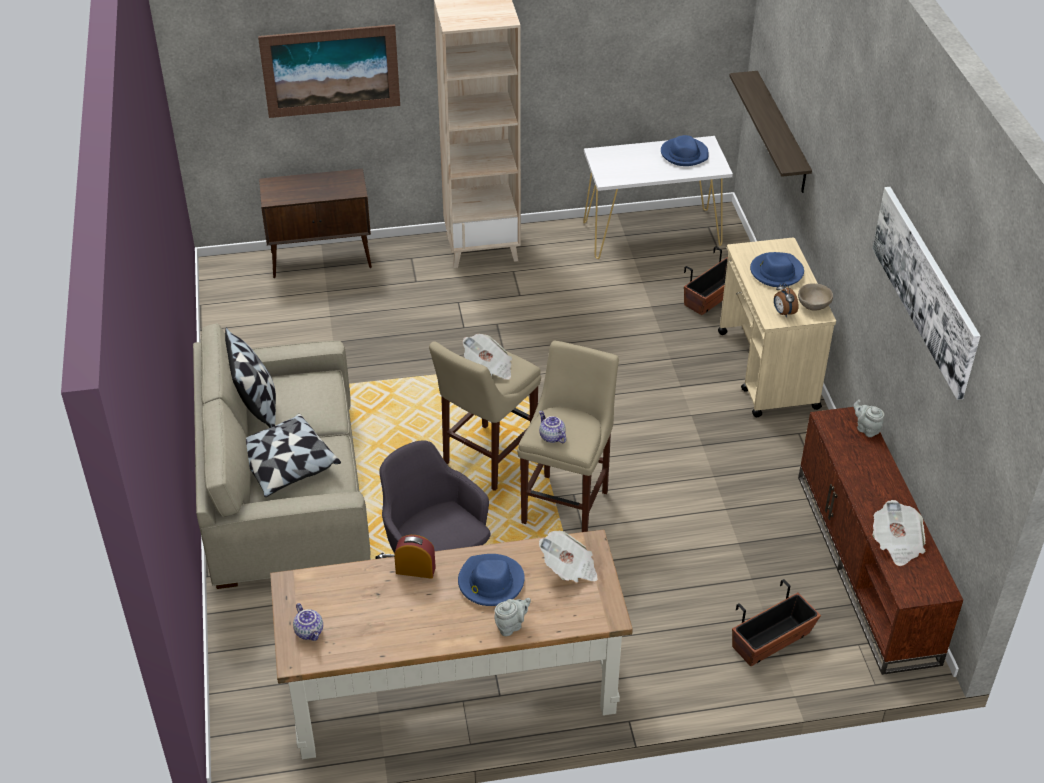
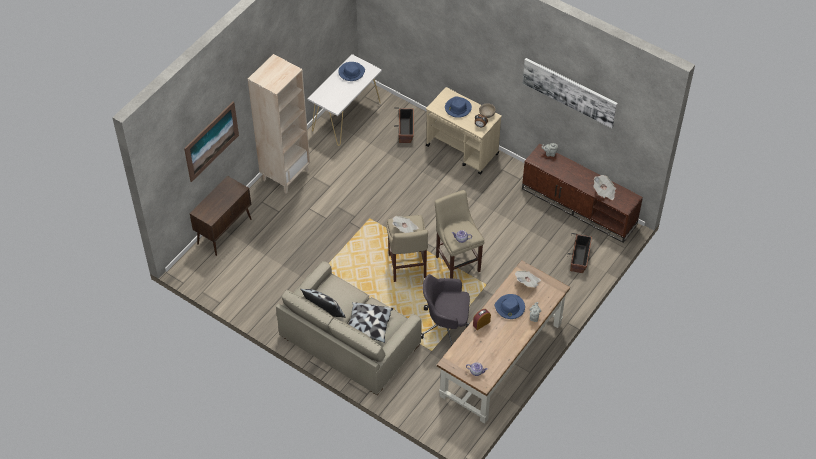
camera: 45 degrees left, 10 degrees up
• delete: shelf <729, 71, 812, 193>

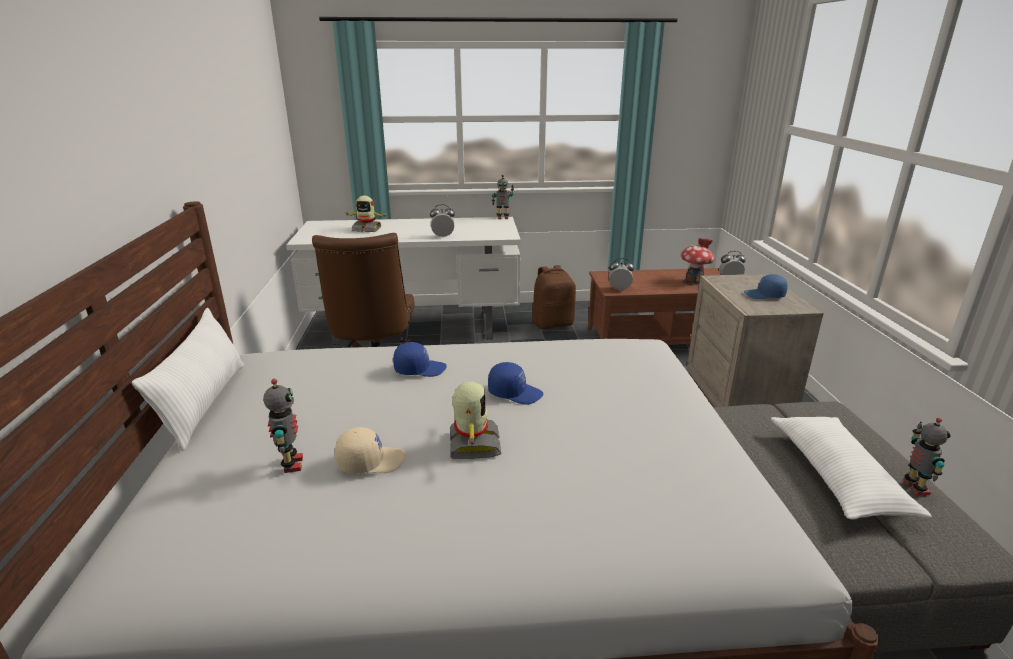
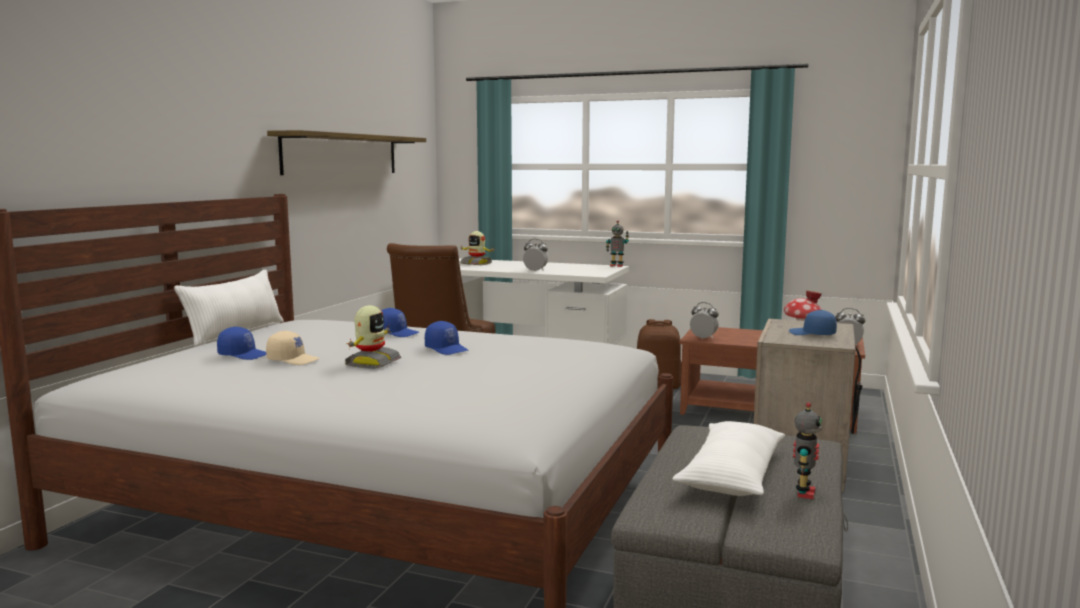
camera: 25 degrees right, 15 degrees down
• insert: shelf <267, 130, 426, 175>
• replace: toy robot <263, 379, 303, 473> to blue cap <217, 326, 266, 360>

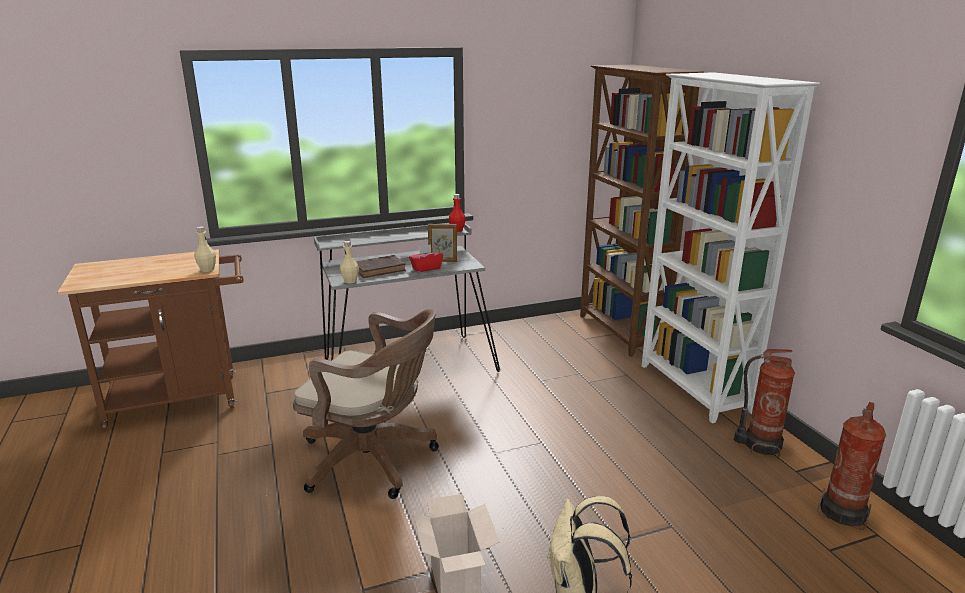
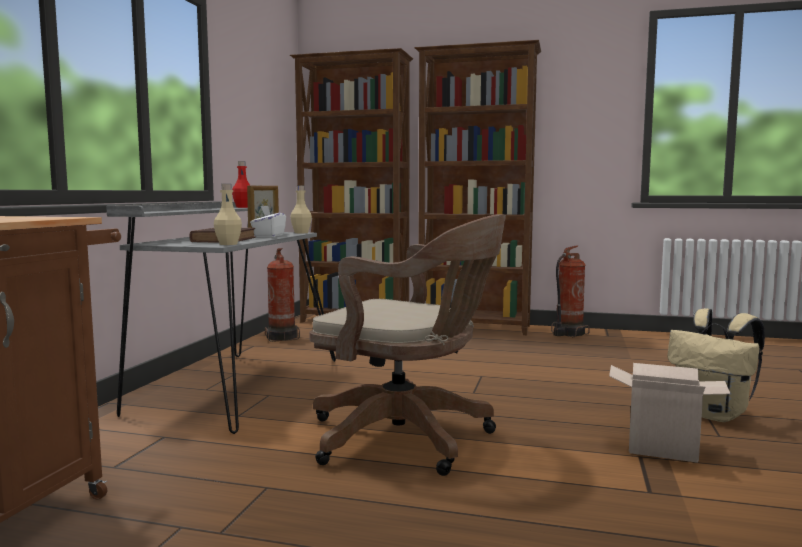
camera: 55 degrees left, 15 degrees down
• move: beige bottle <194, 227, 216, 272> to <290, 186, 312, 233>
• move: fire extinguisher <817, 402, 886, 530> to <265, 248, 300, 342>
• recolor: red tissue box <409, 244, 443, 272> to white tissue box <250, 206, 286, 237>
• recolor: white bookcase <642, 72, 820, 423> to brown bookcase <414, 40, 541, 335>
• rotate: brown office chair <293, 309, 439, 499> = <309, 214, 506, 476> 60 degrees clockwise

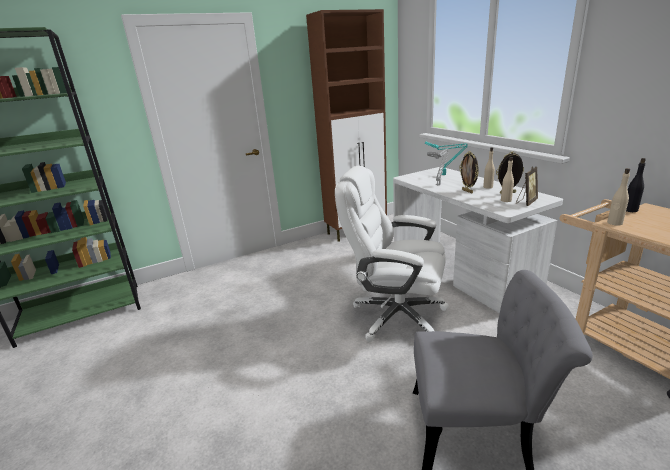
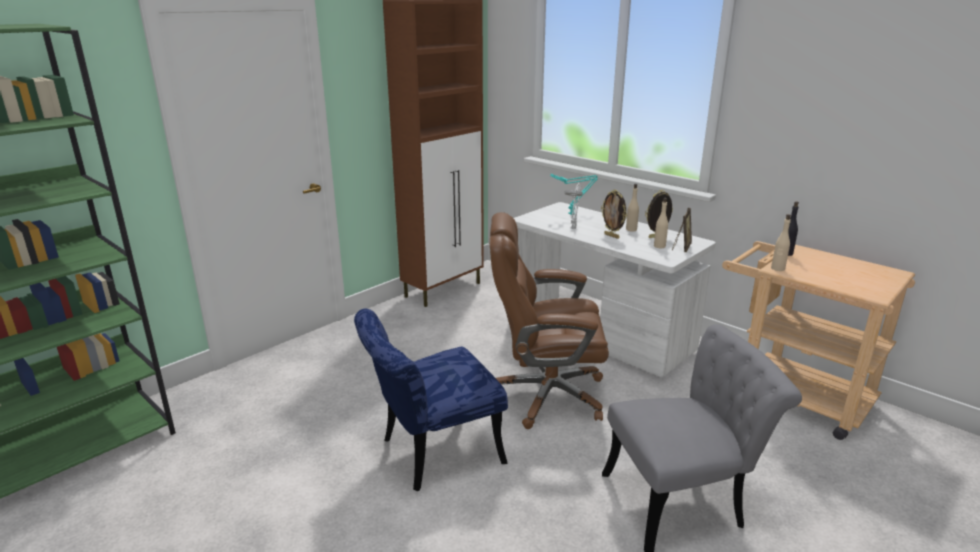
camera: 20 degrees left, 0 degrees up
• insert: blue chair <354, 309, 508, 491>
• recolor: white office chair <335, 166, 449, 342> to brown office chair <490, 212, 609, 429>

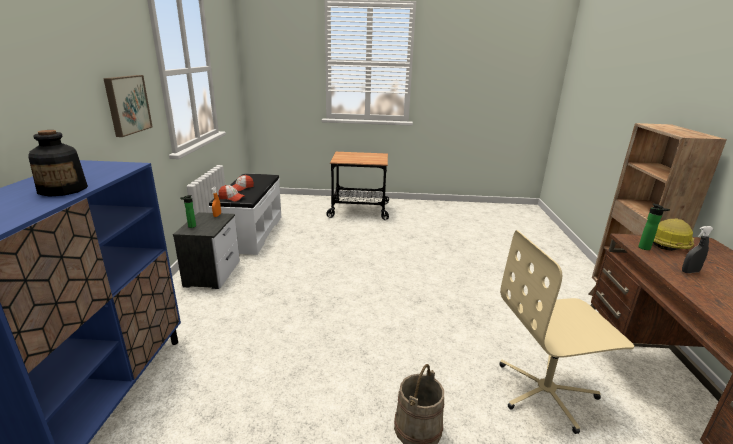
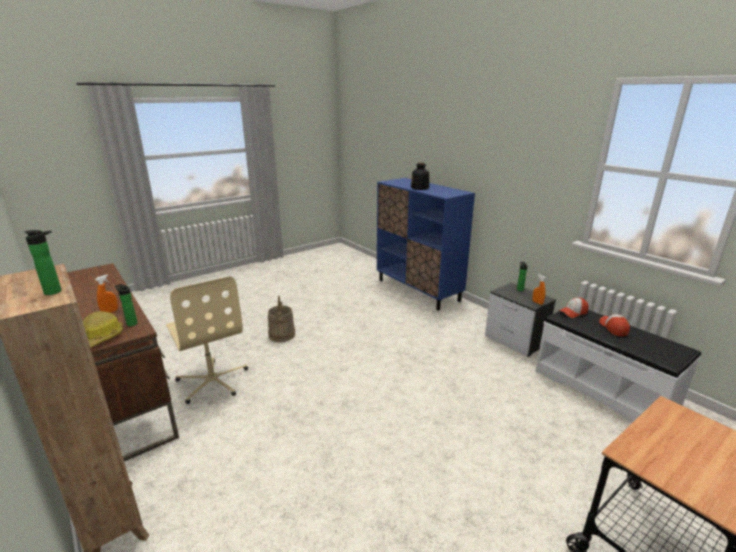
camera: 140 degrees right, 0 degrees up
• delete: picture <103, 75, 153, 137>
• insert: bottle <24, 230, 62, 295>
• recolor: grey spray bottle <682, 226, 714, 273> to orange spray bottle <95, 274, 118, 313>
• rotate: beige office chair <499, 230, 634, 434> = <166, 276, 248, 404> 105 degrees clockwise

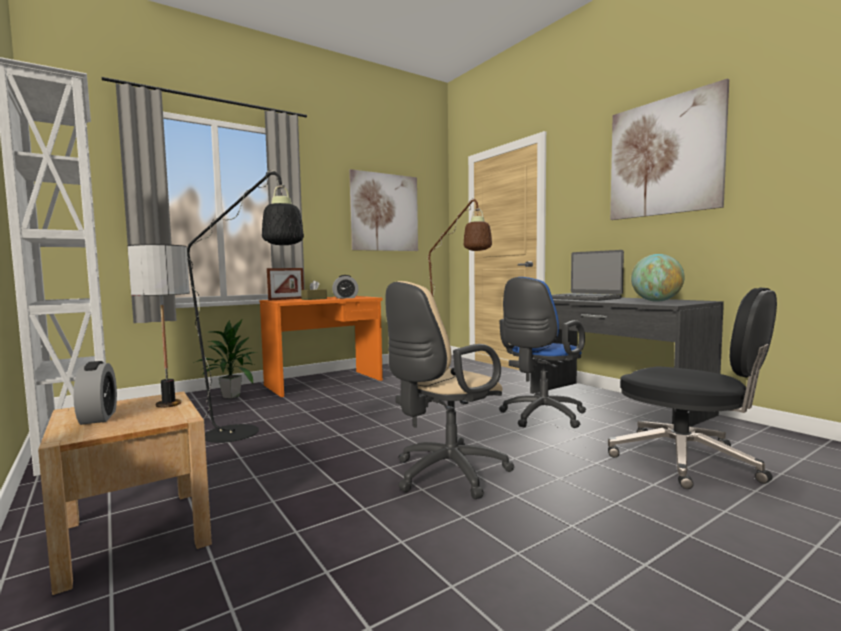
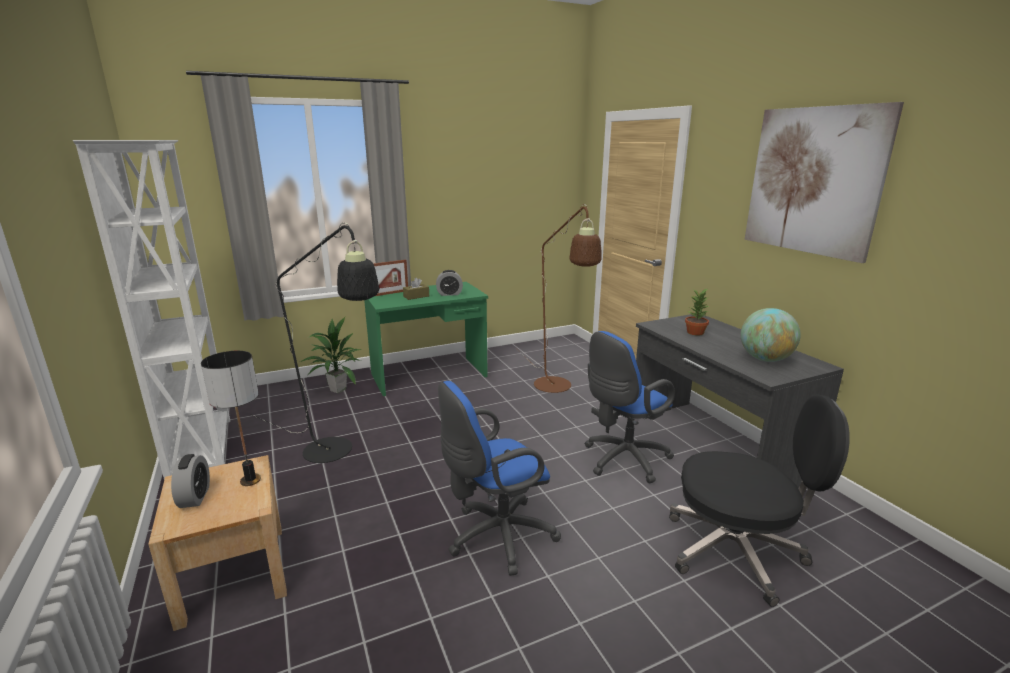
camera: 10 degrees right, 15 degrees up
• delete: picture <349, 169, 418, 251>
• replace: laptop <552, 250, 624, 301> to potted plant <685, 288, 709, 335>
• recolor: orange desk <260, 296, 383, 397> to green desk <364, 282, 488, 396>
• recolor: beige office chair <385, 281, 514, 499> to blue office chair <438, 381, 561, 576>
• rotate: black office chair <608, 287, 777, 489> = <669, 394, 850, 607> 45 degrees counterclockwise

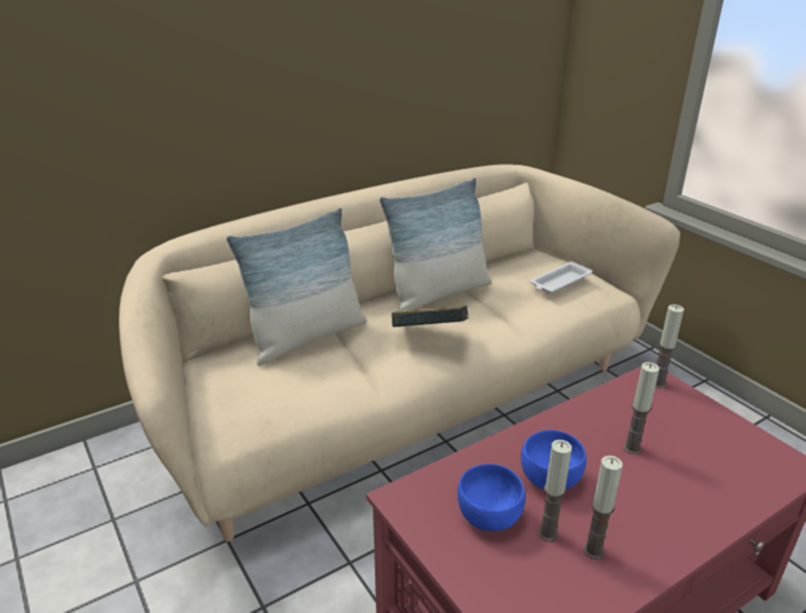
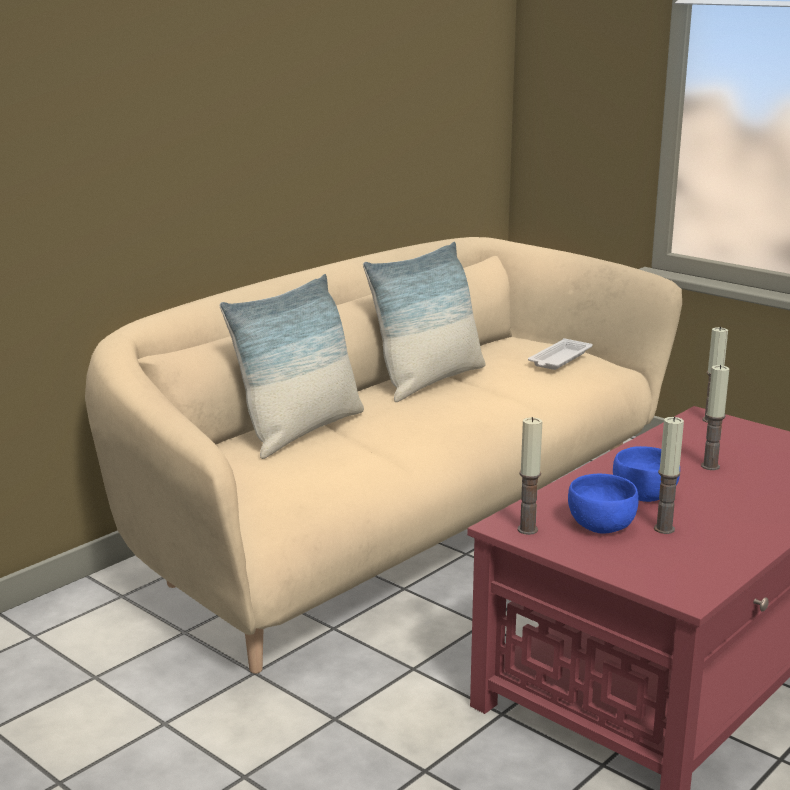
camera: 15 degrees left, 10 degrees down
• delete: book <391, 306, 469, 327>
• move: candle <583, 455, 623, 559> to <518, 417, 542, 535>

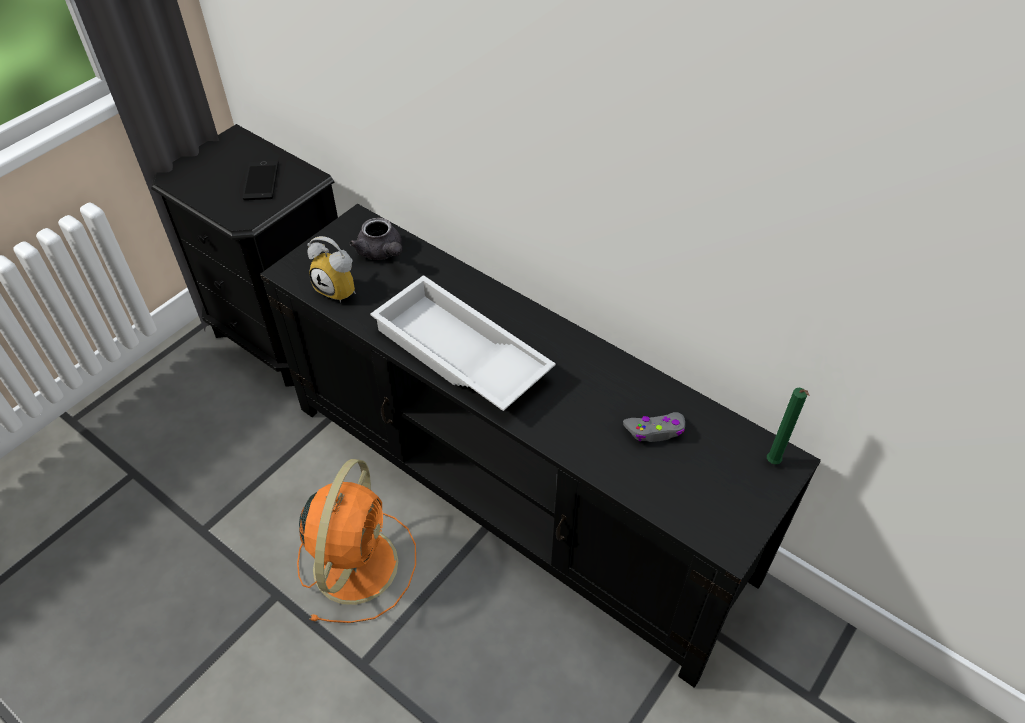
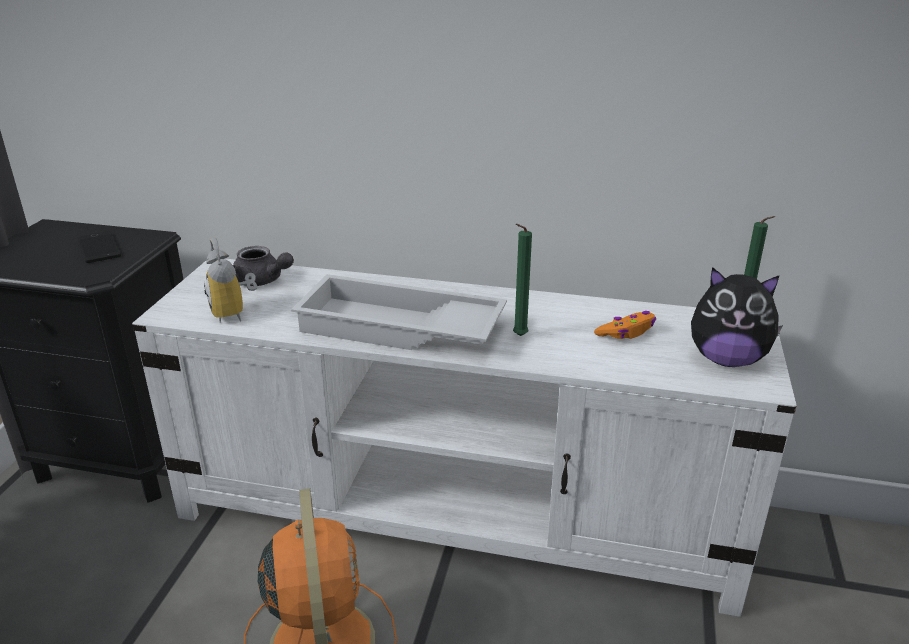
camera: 25 degrees left, 20 degrees down
• insert: green candle <513, 224, 532, 336>
• insert: plush toy <691, 267, 783, 367>
• recolor: black tv stand <260, 204, 821, 688> to white tv stand <132, 259, 797, 617>
• recolor: grey game controller <623, 412, 685, 442> to orange game controller <594, 311, 656, 339>
• rotate: alarm clock <307, 236, 356, 303> = <204, 238, 257, 323> 60 degrees clockwise

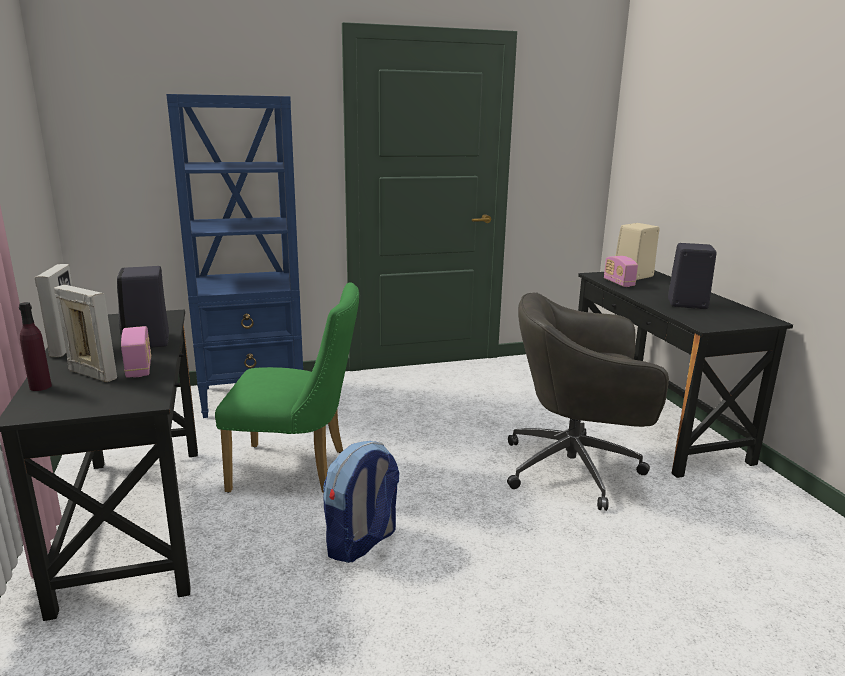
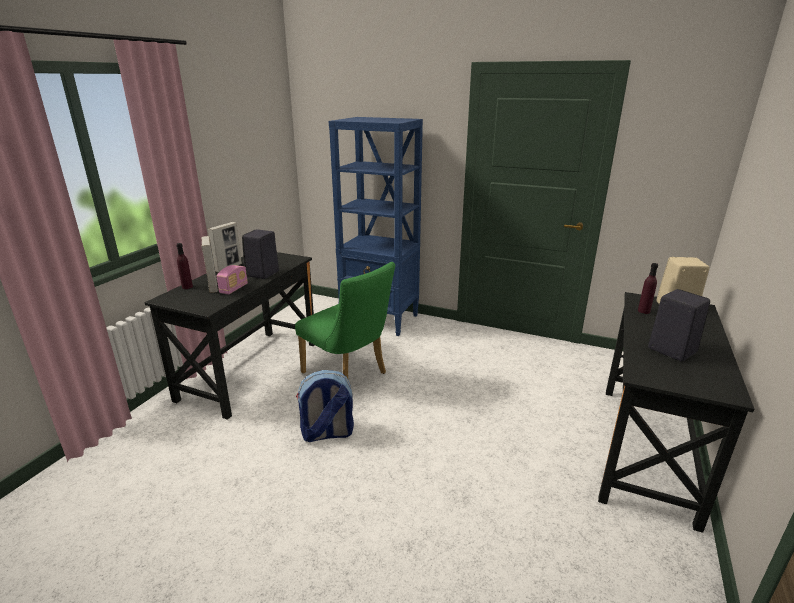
camera: 40 degrees right, 5 degrees up
• delete: grey office chair <507, 293, 669, 511>
• replace: radio <604, 256, 638, 287> to purple bottle <638, 263, 658, 314>

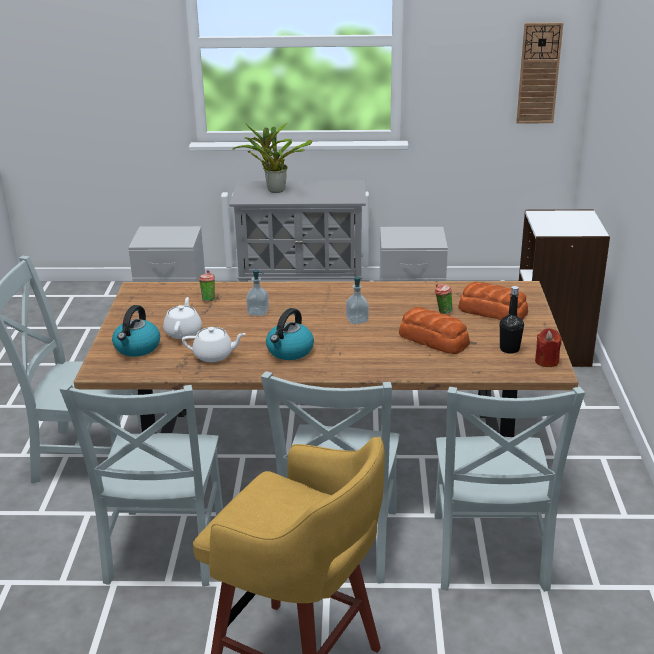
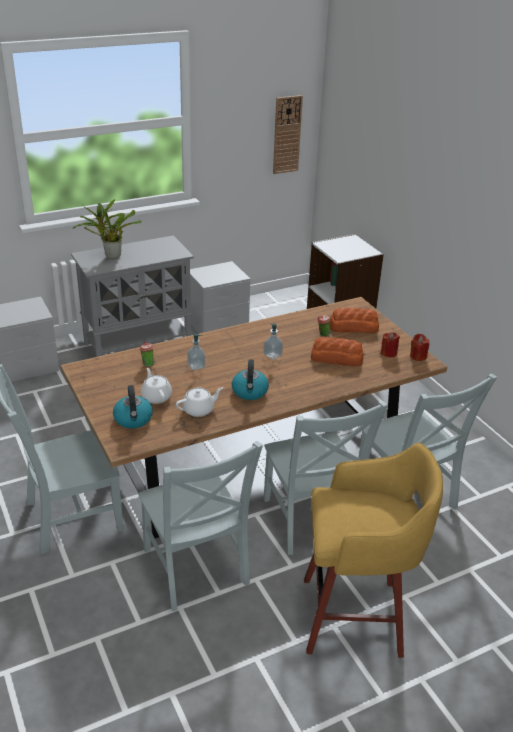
camera: 30 degrees left, 5 degrees up
• replace: black bottle <500, 286, 524, 354> to red candle <380, 332, 400, 358>

